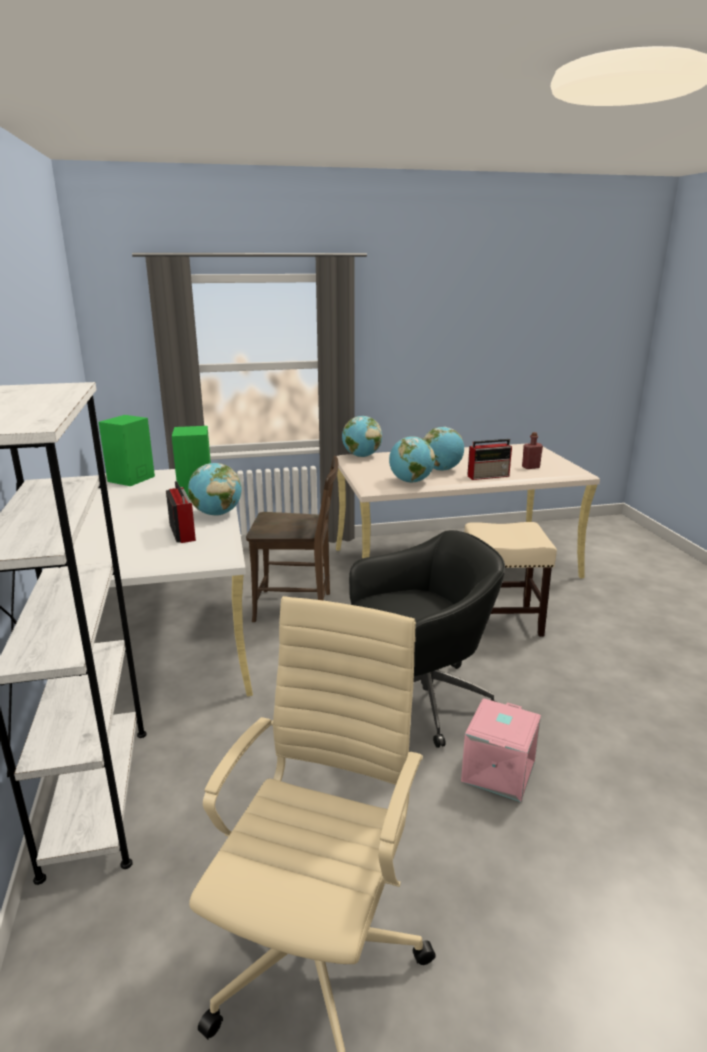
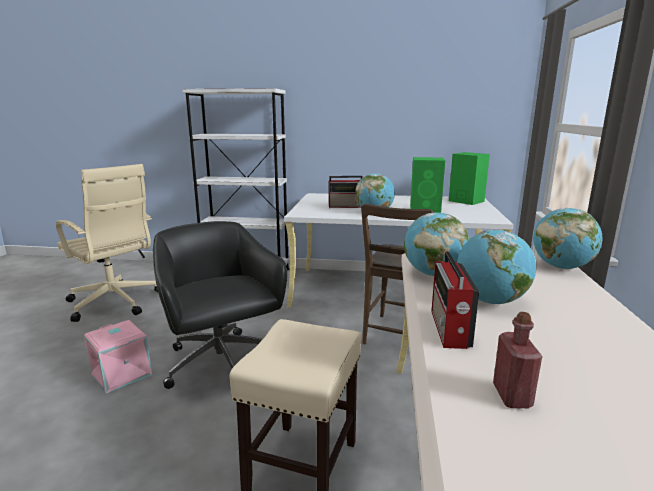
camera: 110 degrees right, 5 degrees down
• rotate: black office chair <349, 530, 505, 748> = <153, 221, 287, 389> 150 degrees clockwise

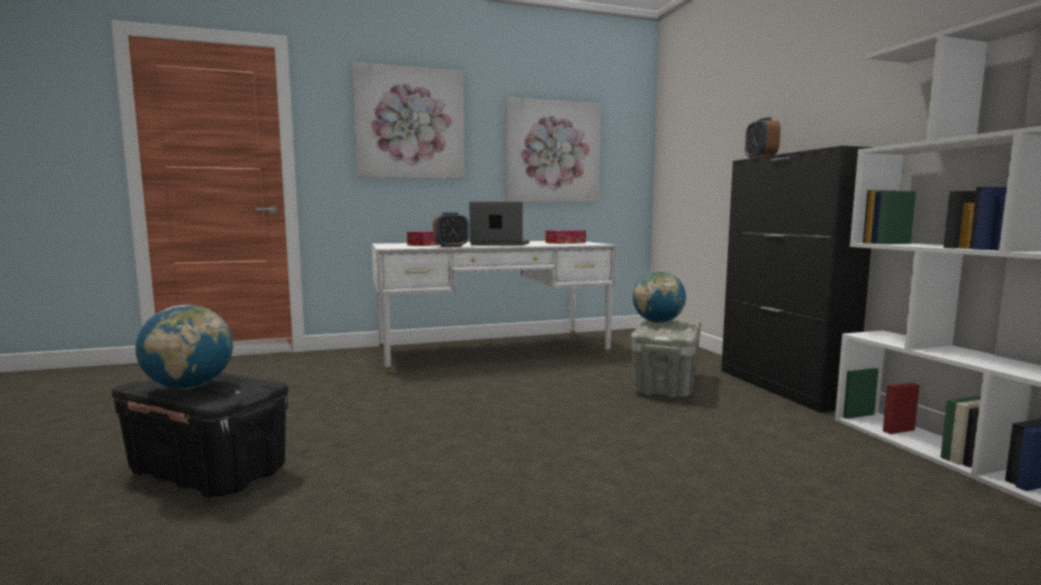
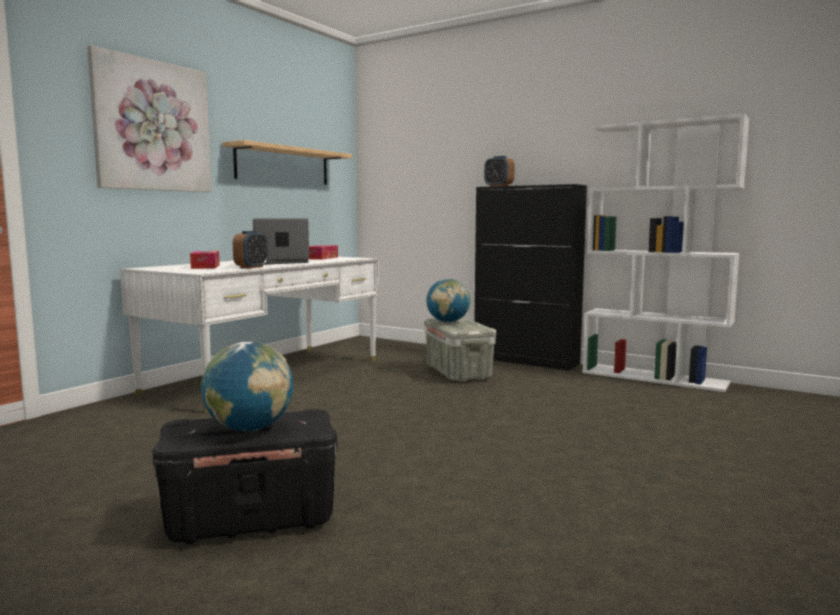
camera: 40 degrees left, 0 degrees up
• replace: picture <506, 97, 601, 202> to shelf <223, 140, 353, 185>

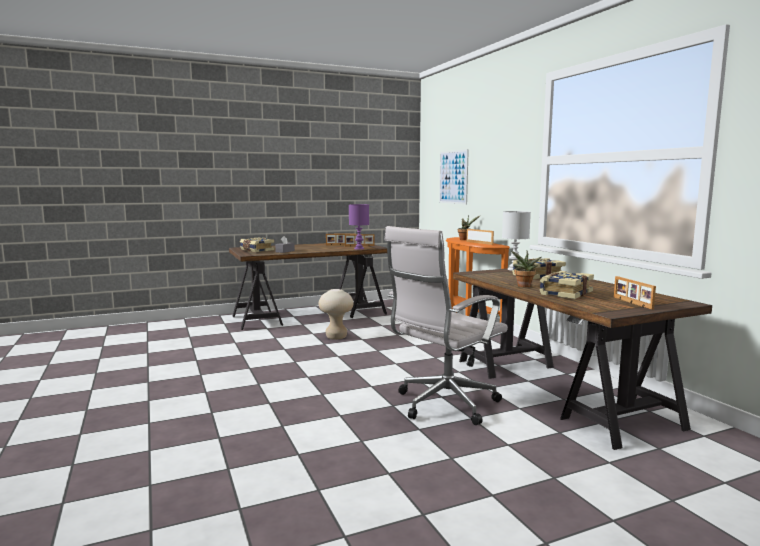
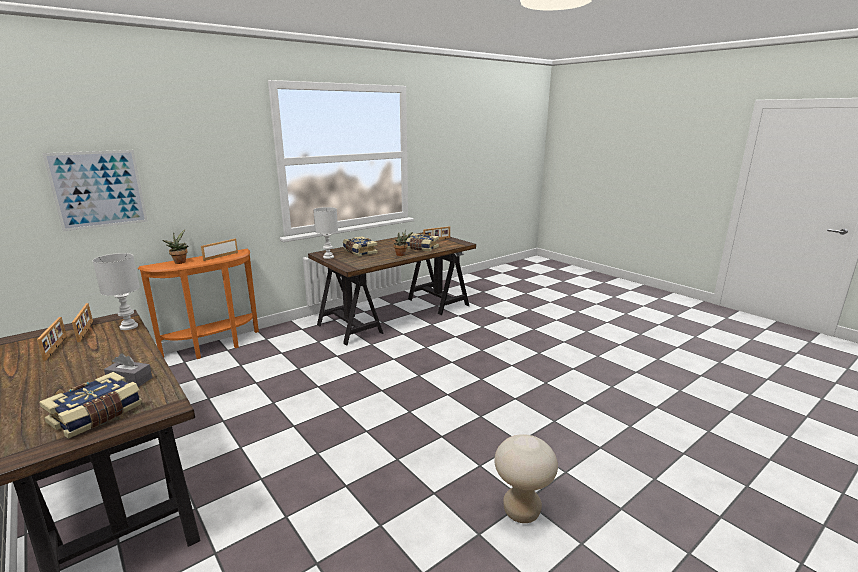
camera: 105 degrees left, 10 degrees up
• delete: white office chair <384, 226, 508, 425>
• move: beige stool <318, 289, 354, 340> to <494, 434, 558, 523>
• recolor: purple table lamp <349, 204, 369, 250> to white table lamp <92, 253, 140, 330>

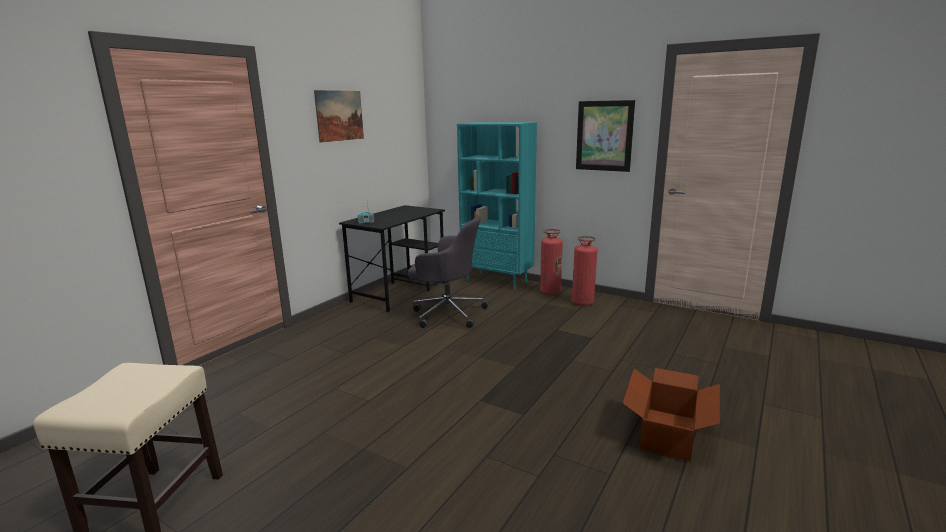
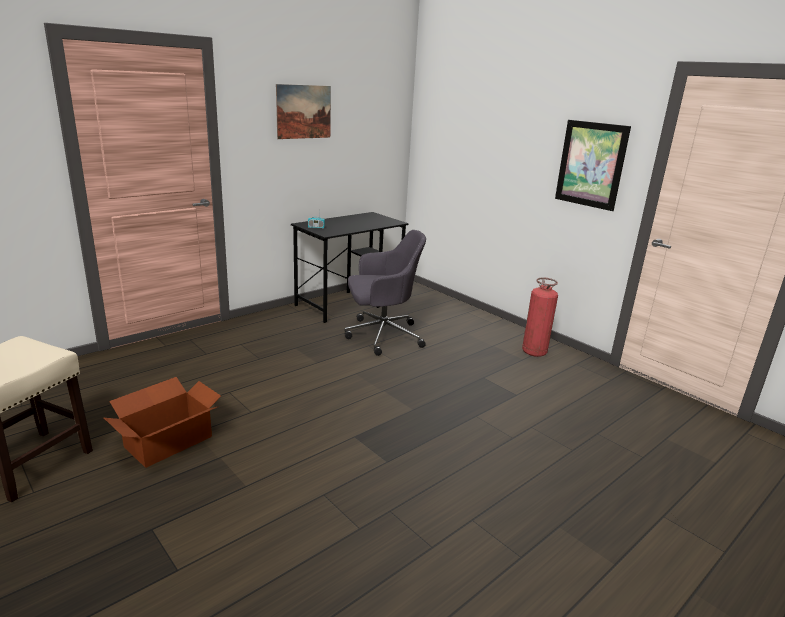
camera: 15 degrees right, 5 degrees up
• delete: turquoise bookcase <457, 122, 537, 290>
• delete: fire extinguisher <540, 229, 563, 295>
• move: cardboard box <623, 368, 720, 462> to <104, 377, 221, 468>
• rotate: grey office chair <408, 215, 489, 328> = <344, 230, 426, 356> 45 degrees counterclockwise

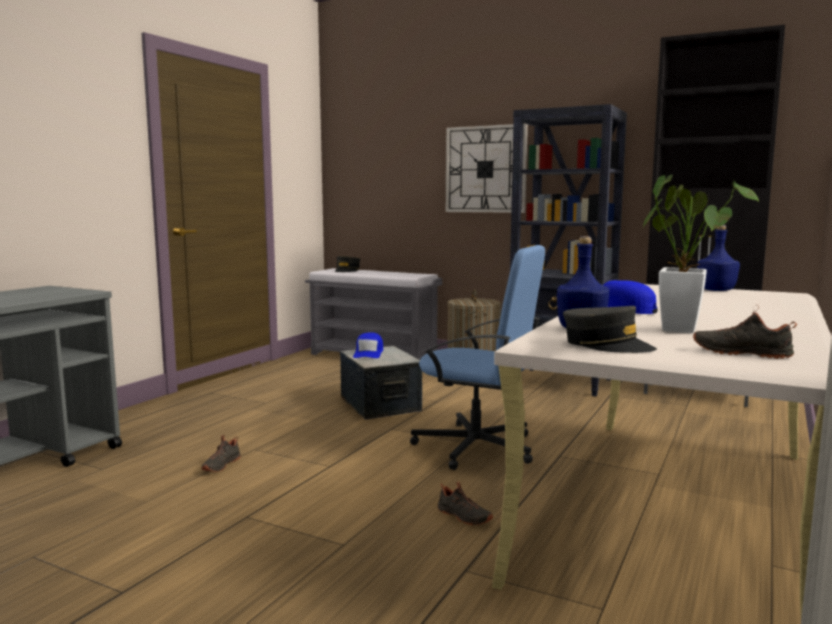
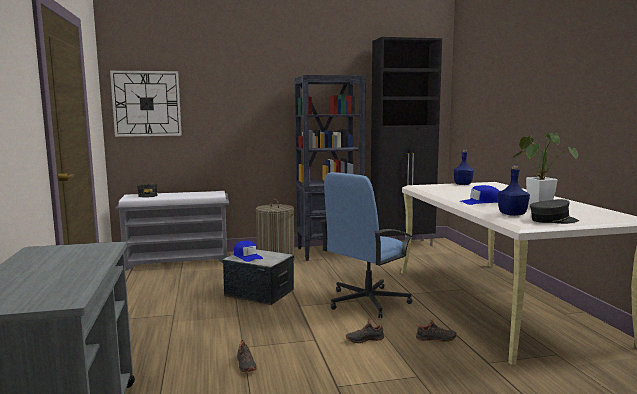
camera: 40 degrees left, 0 degrees up
• move: wall clock <446, 123, 528, 213> to <110, 71, 182, 137>
• move: black shoe <693, 305, 797, 359> to <346, 319, 384, 344>
• rotate: blue office chair <410, 245, 545, 470> = <321, 172, 412, 318> 150 degrees clockwise

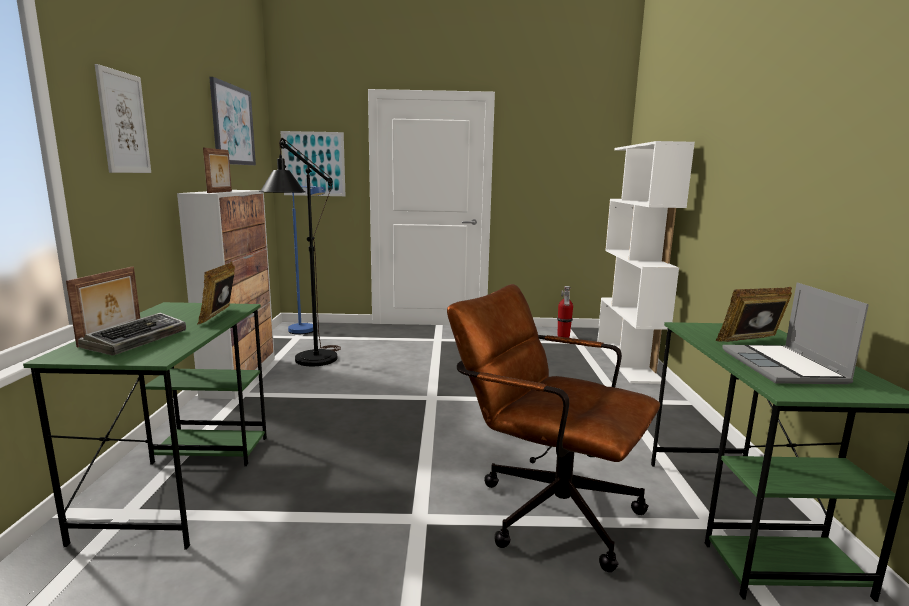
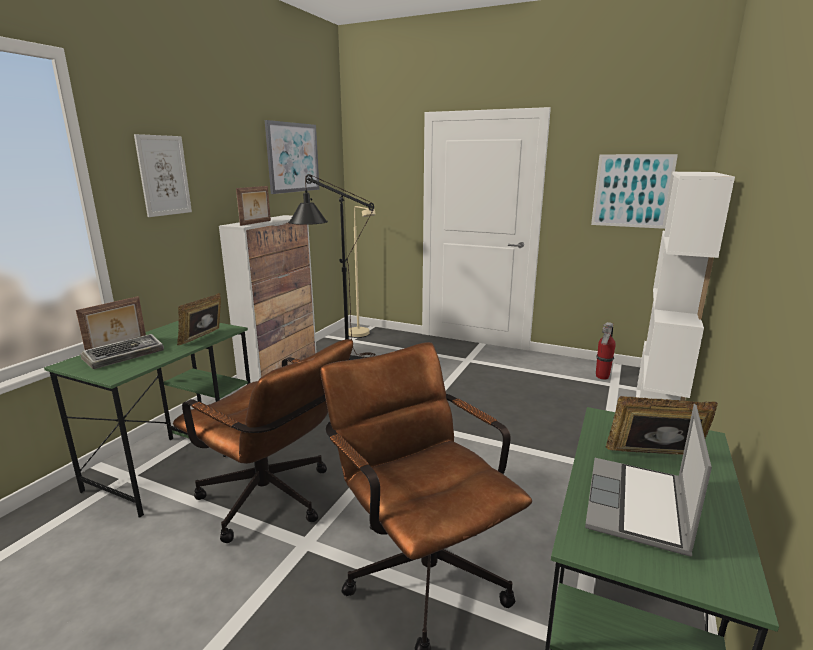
camera: 25 degrees right, 5 degrees up
• insert: brown office chair <173, 339, 353, 543>
• move: picture <280, 131, 345, 196> to <591, 154, 678, 229>
• recolor: blue floor lamp <288, 186, 325, 334> to beige floor lamp <348, 206, 376, 338>

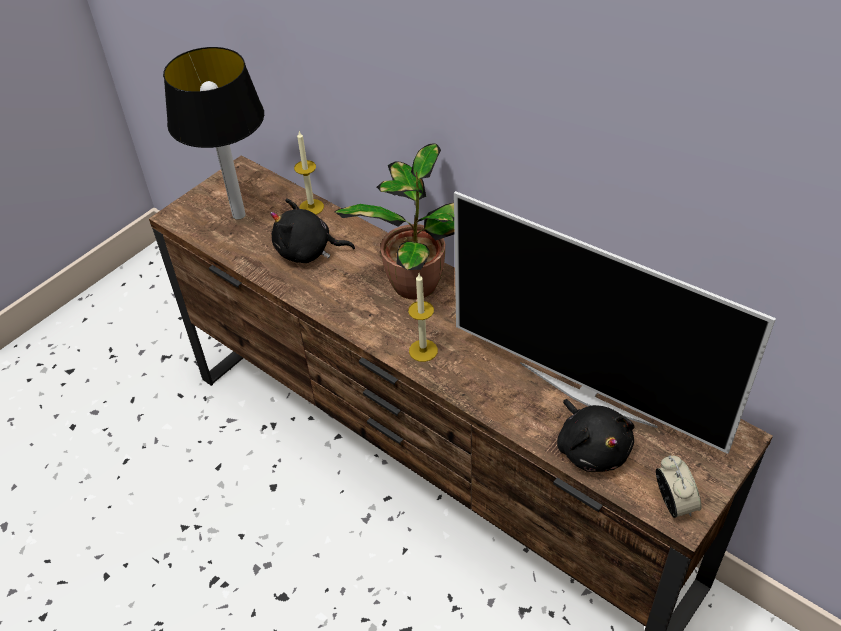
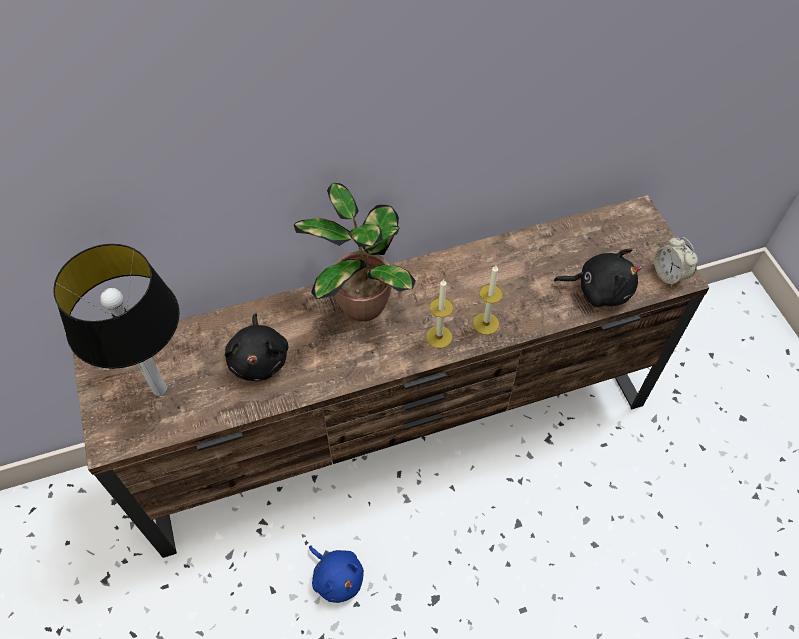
camera: 60 degrees left, 10 degrees up
• delete: television <454, 191, 776, 454>
• insert: blue plush toy <309, 546, 364, 603>
• move: candle <294, 131, 324, 215> to <473, 265, 503, 335>
• rotate: black plush toy <270, 198, 355, 263> = <225, 314, 288, 381> 45 degrees counterclockwise
• rotate: alarm clock <656, 456, 701, 518> = <654, 237, 698, 287> 135 degrees counterclockwise

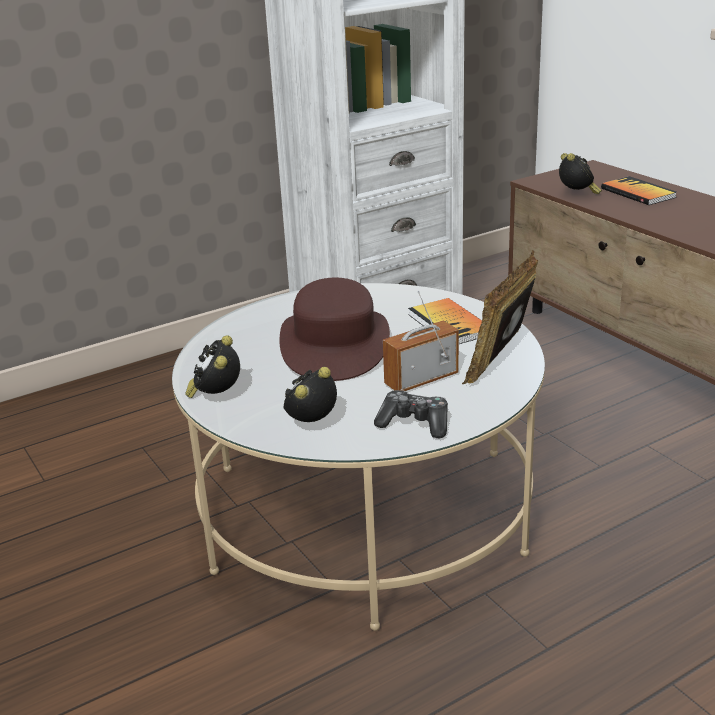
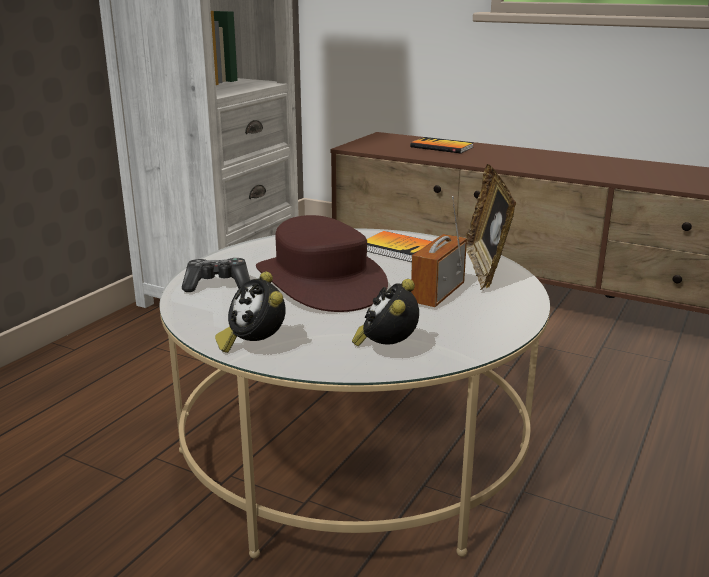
camera: 30 degrees left, 5 degrees down
• delete: alarm clock <559, 153, 602, 194>
• move: game controller <374, 390, 448, 438> to <182, 258, 250, 292>

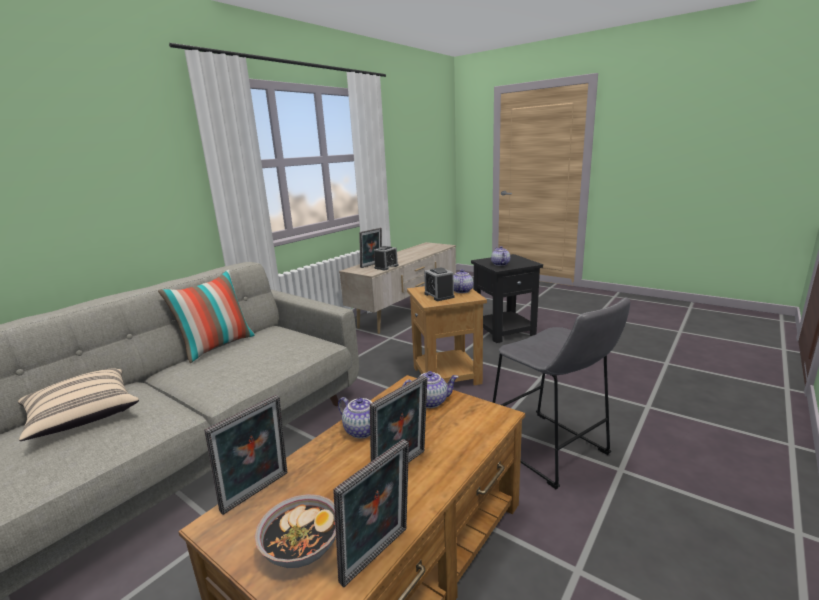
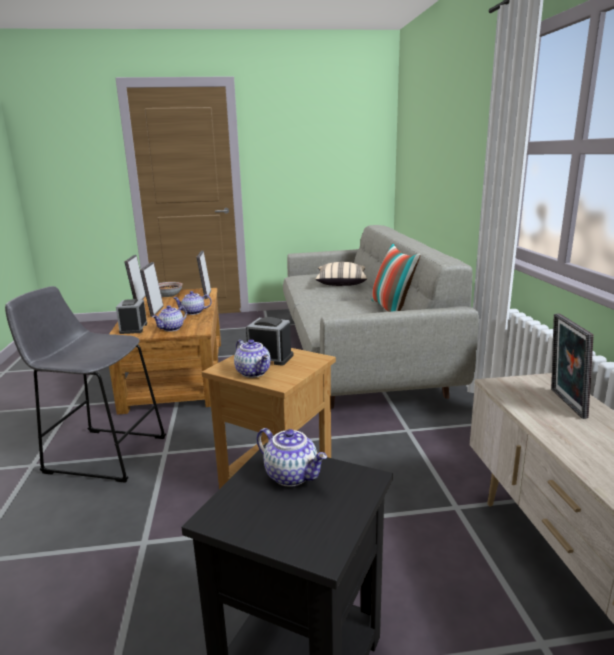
camera: 135 degrees right, 0 degrees up
• move: alarm clock <374, 246, 399, 270> to <116, 299, 147, 334>

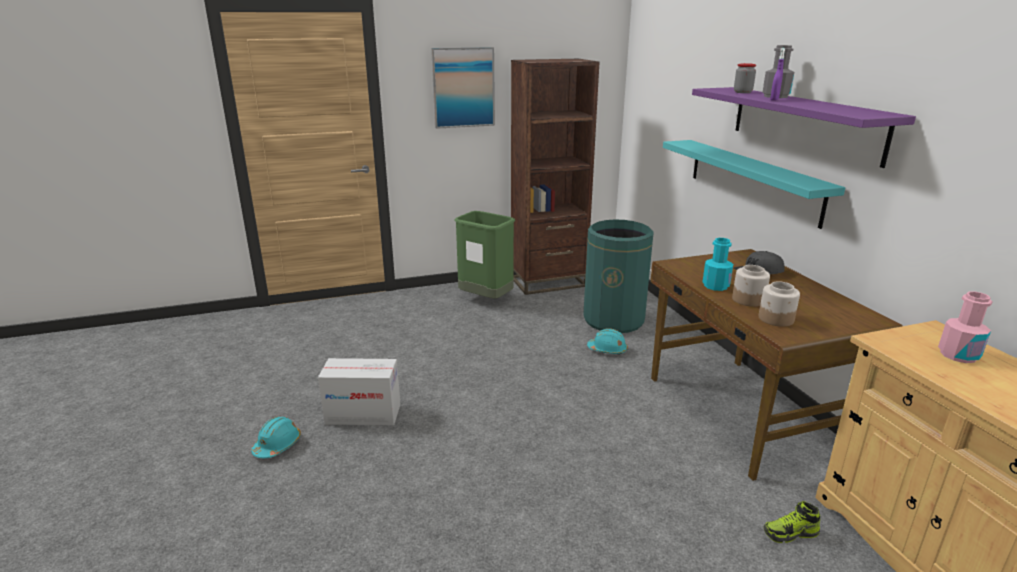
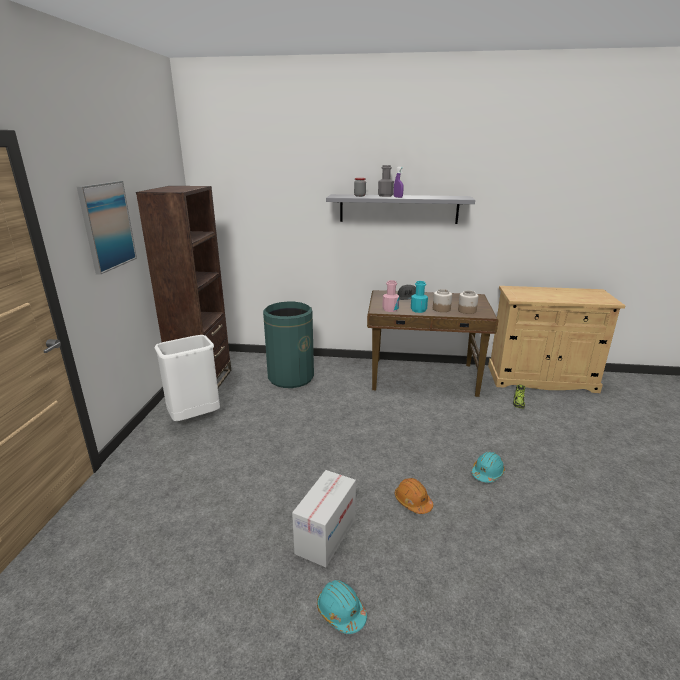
camera: 65 degrees left, 0 degrees up
• delete: turquoise shelf <663, 140, 845, 229>
• insert: orange hard hat <395, 478, 433, 514>
• move: turquoise hard hat <587, 328, 628, 354> to <471, 451, 505, 483>
• move: pink bottle <938, 291, 993, 363> to <382, 280, 399, 312>
• recolor: green trash can <454, 211, 515, 299> to white trash can <154, 335, 220, 421>
• recolor: purple shelf <692, 87, 916, 168> to grey shelf <326, 194, 475, 224>

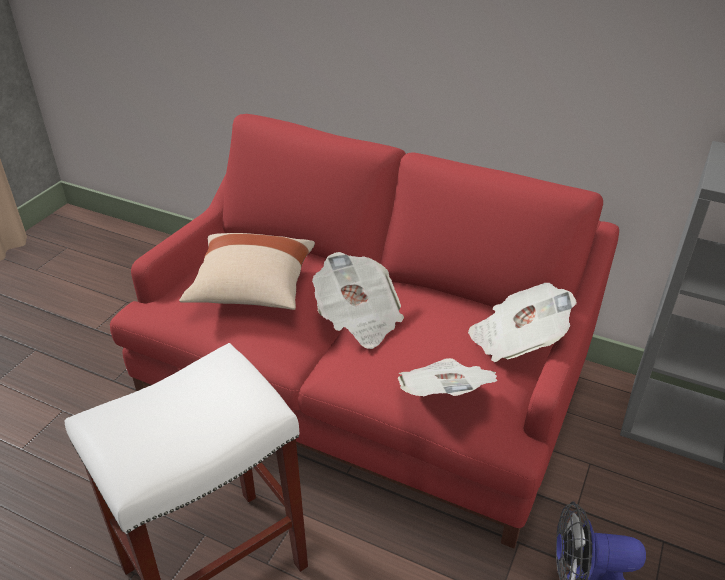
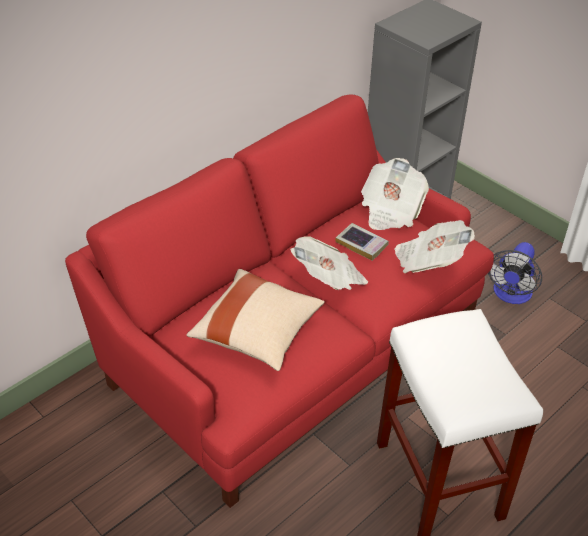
camera: 70 degrees left, 5 degrees up
• insert: book <336, 223, 389, 261>

